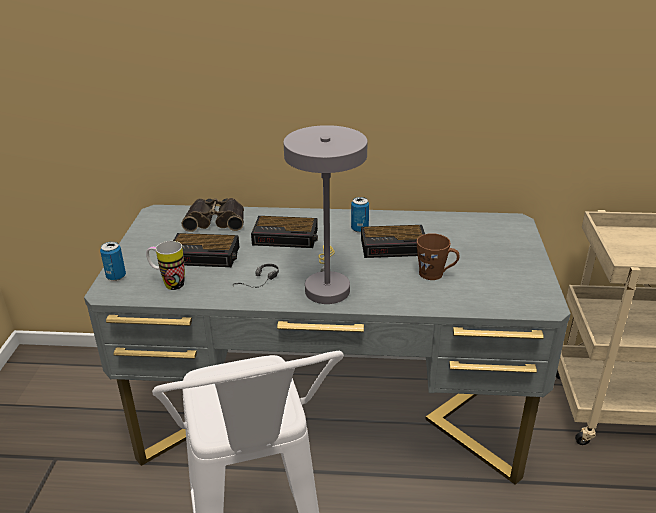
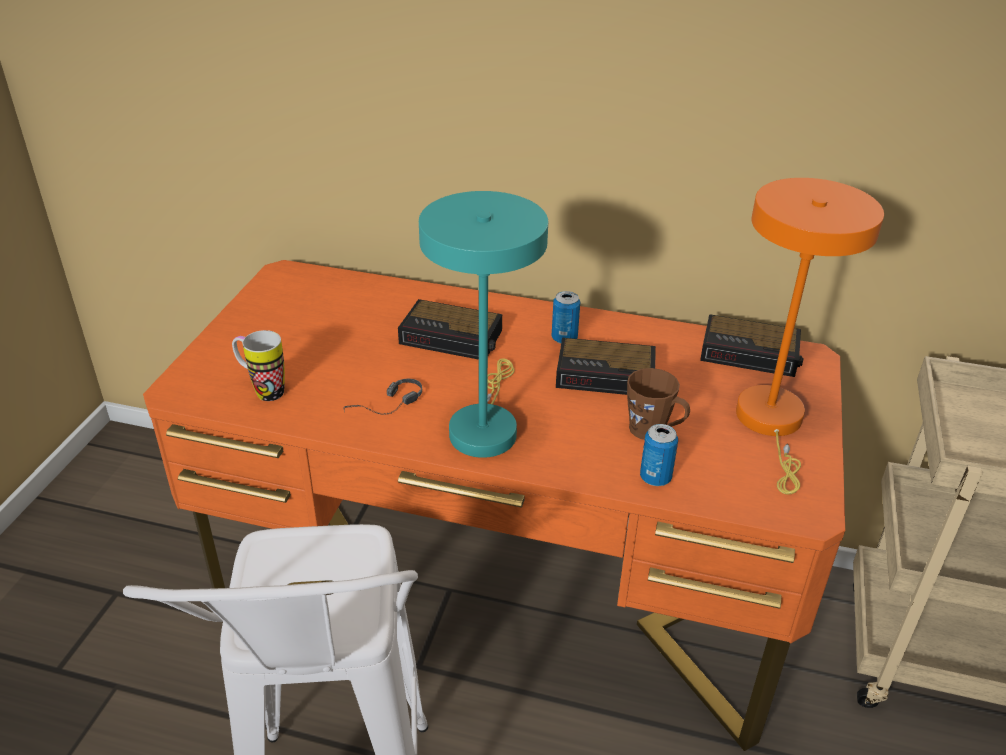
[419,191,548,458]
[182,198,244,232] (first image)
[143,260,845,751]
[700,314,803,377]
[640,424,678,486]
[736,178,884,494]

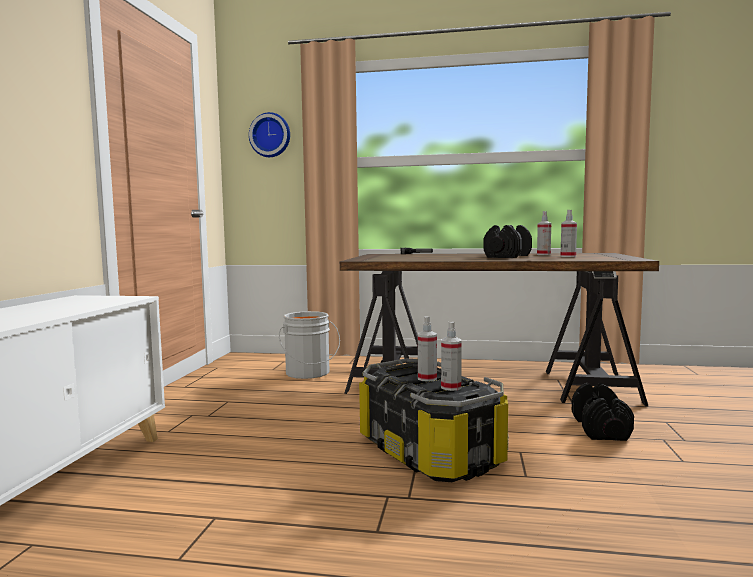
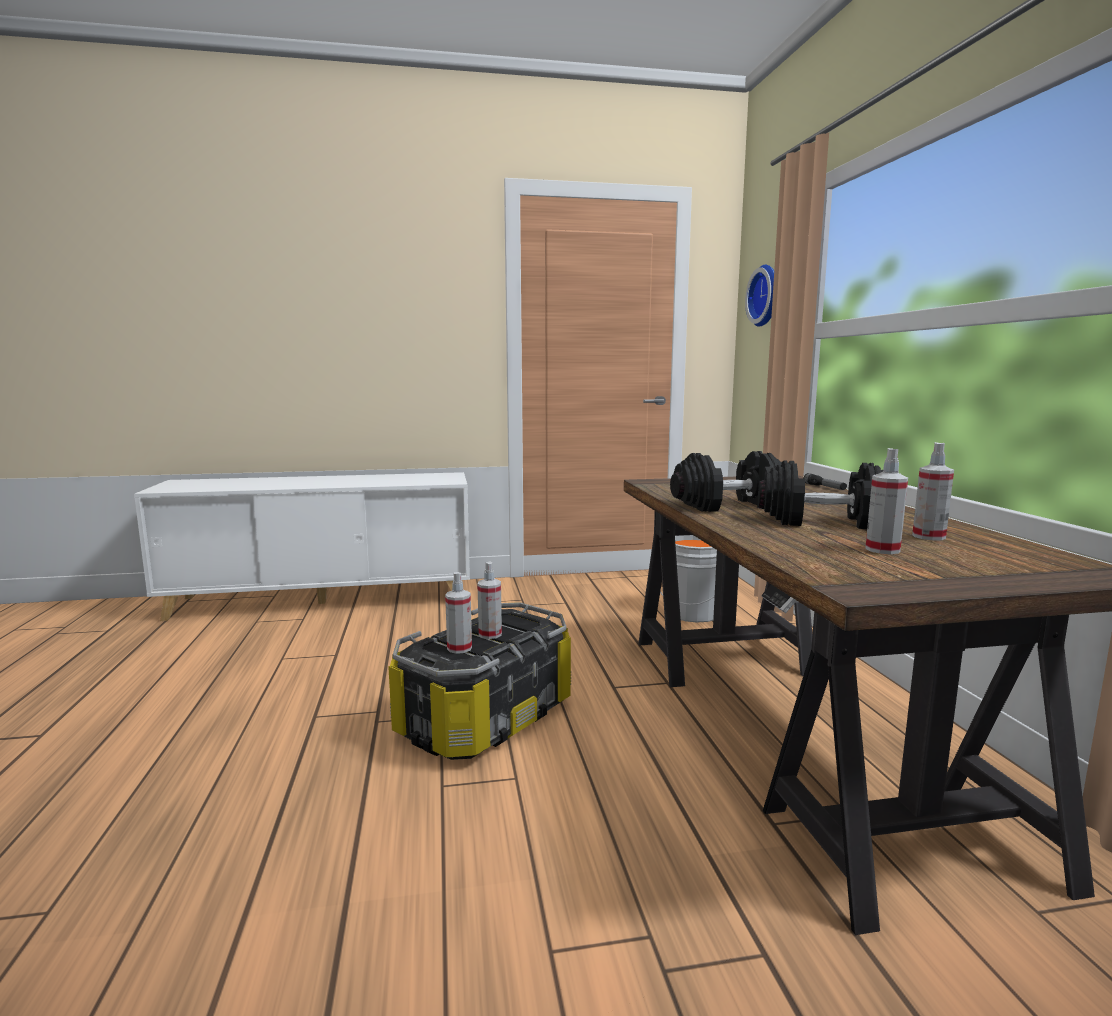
[670,451,782,512]

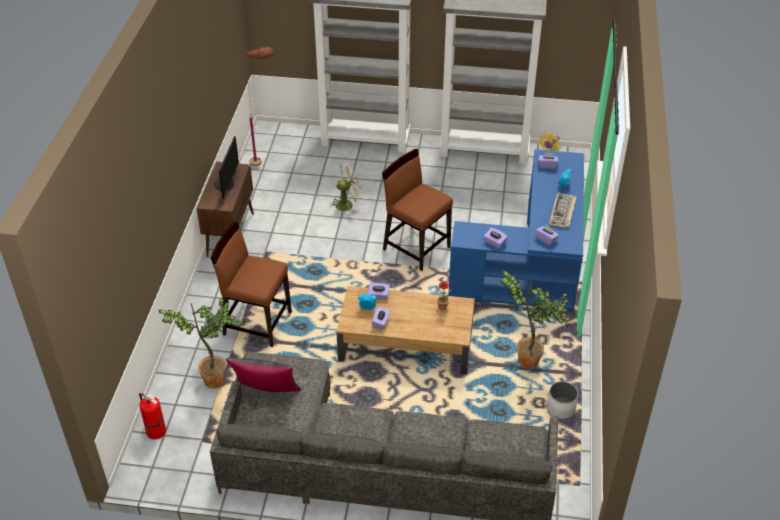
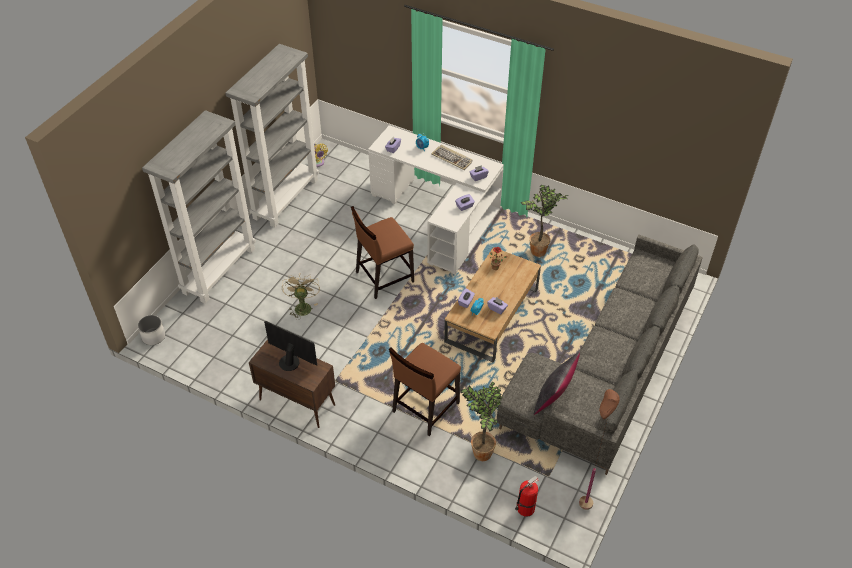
[579,389,620,510]
[368,125,504,274]
[138,315,165,345]

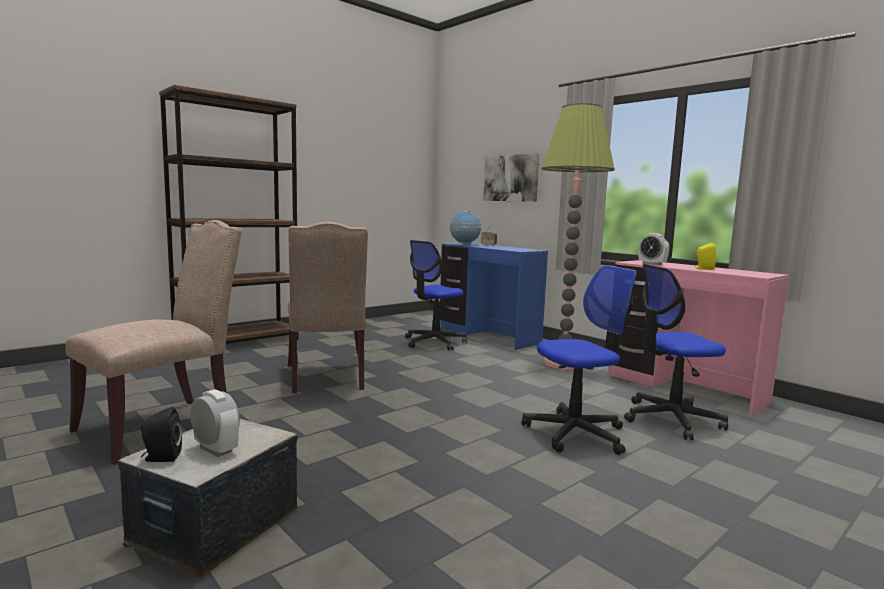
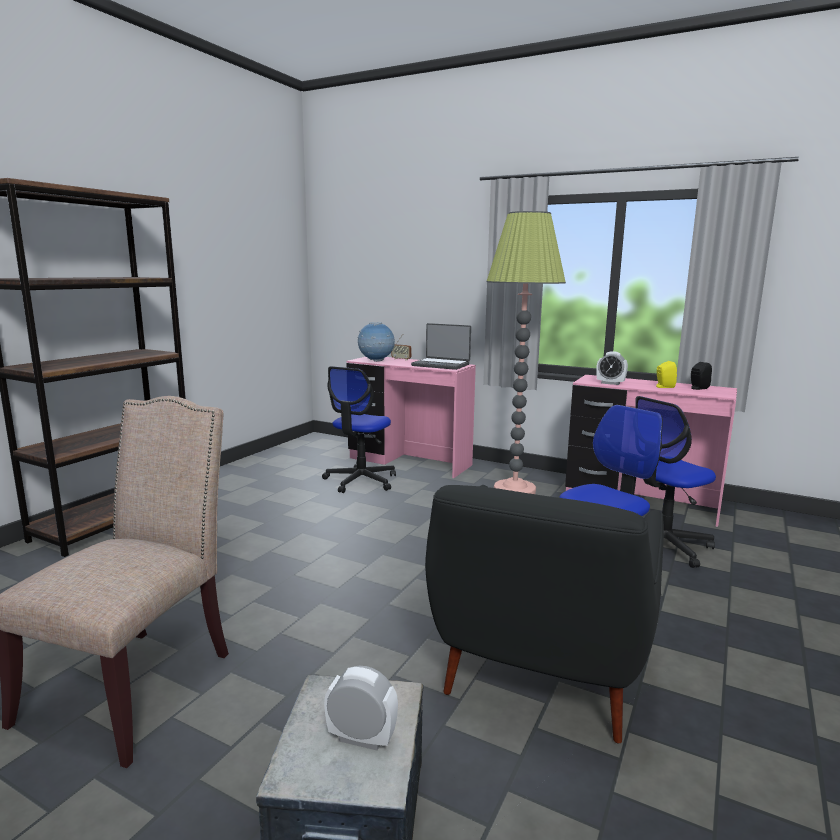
[483,153,540,202] (first image)
[288,222,368,393] (first image)
[346,357,476,478]
[691,362,712,390]
[411,323,471,370]
[425,485,664,743]

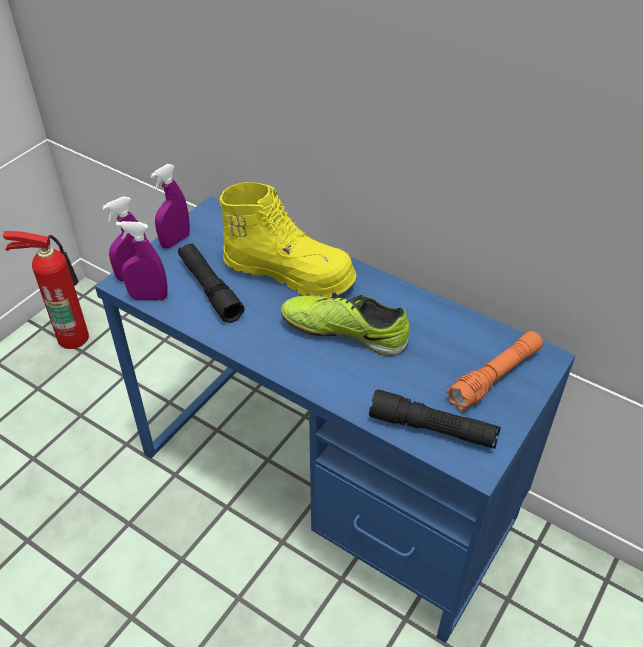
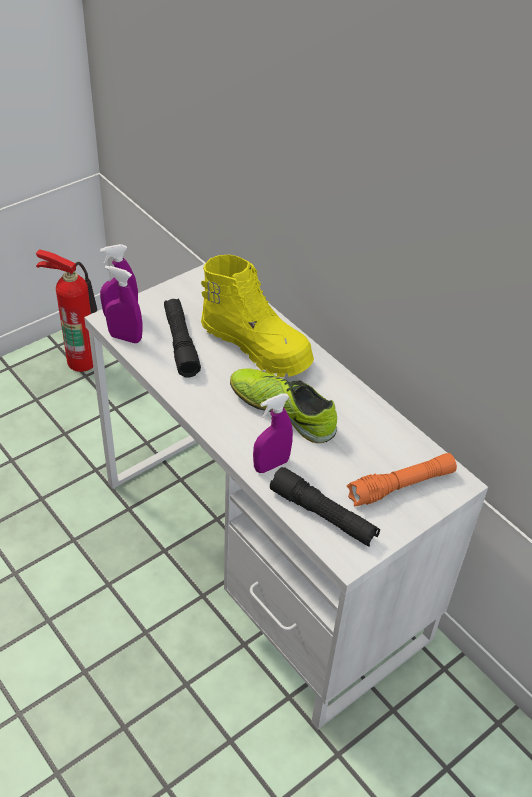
[253,393,293,473]
[84,264,488,729]

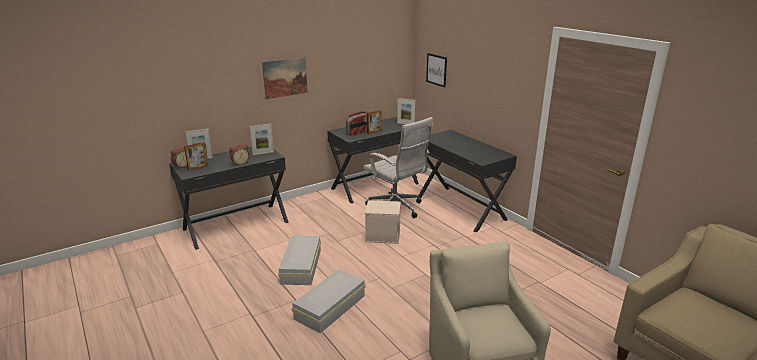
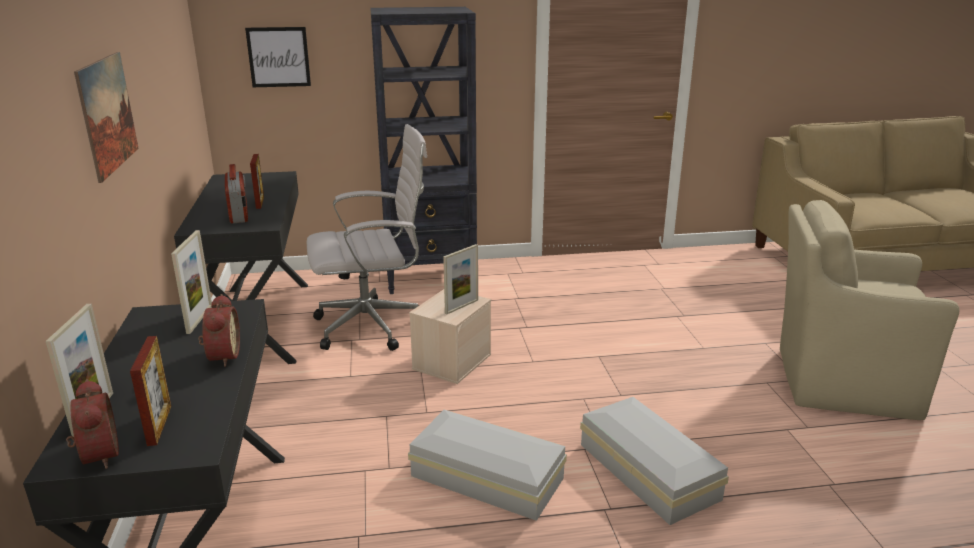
[443,244,478,314]
[370,7,477,294]

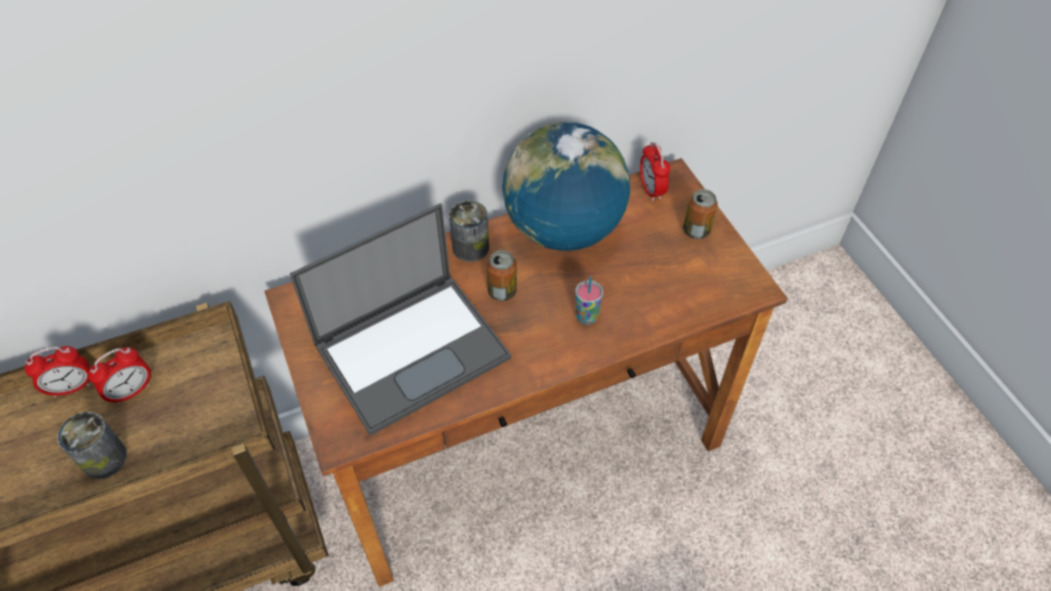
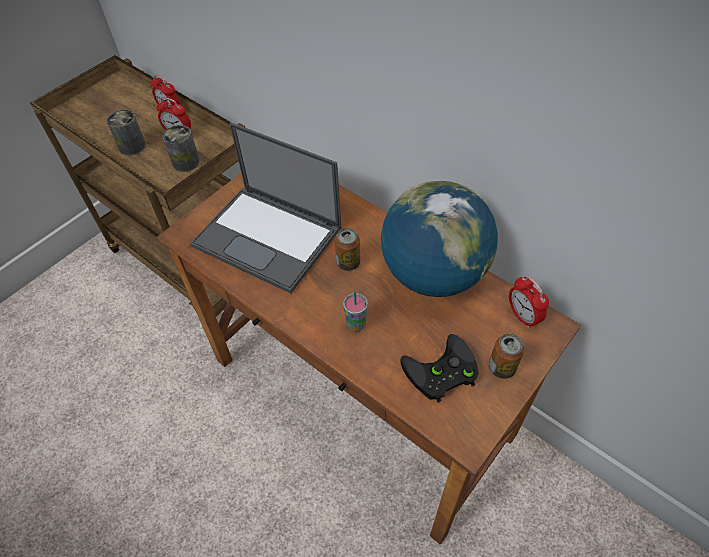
[509,276,549,328]
[163,125,200,172]
[400,334,479,403]

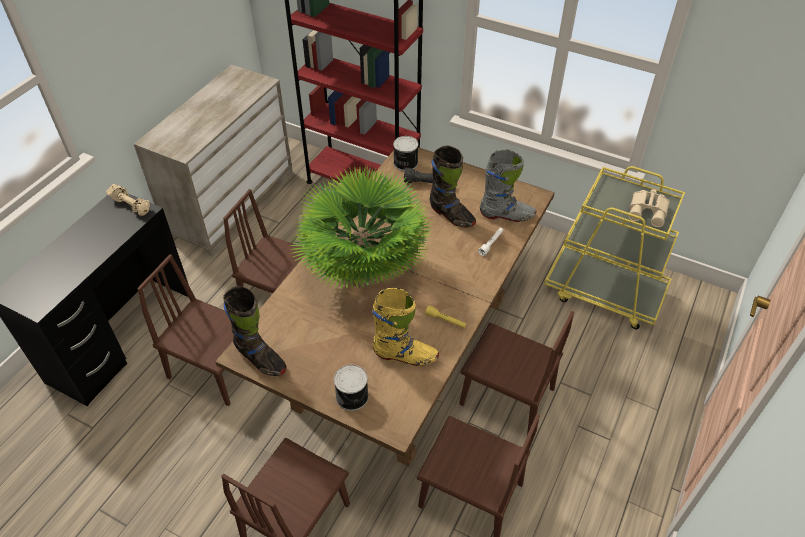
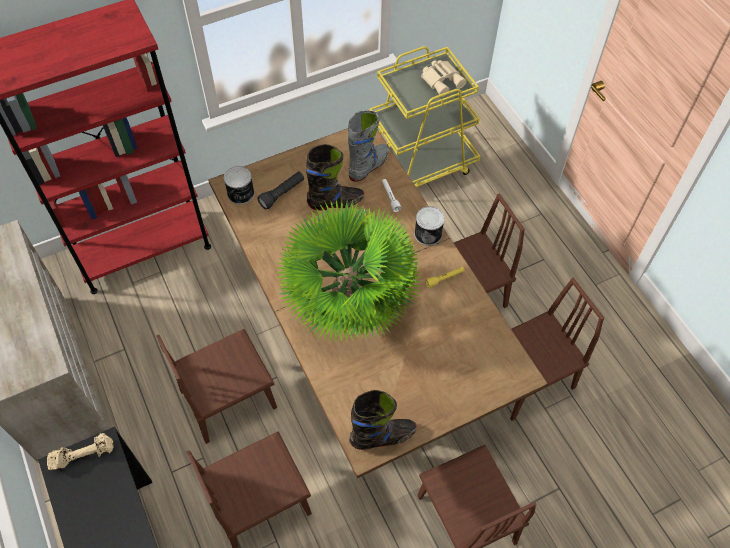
[372,288,439,366] (first image)
[414,206,445,246]

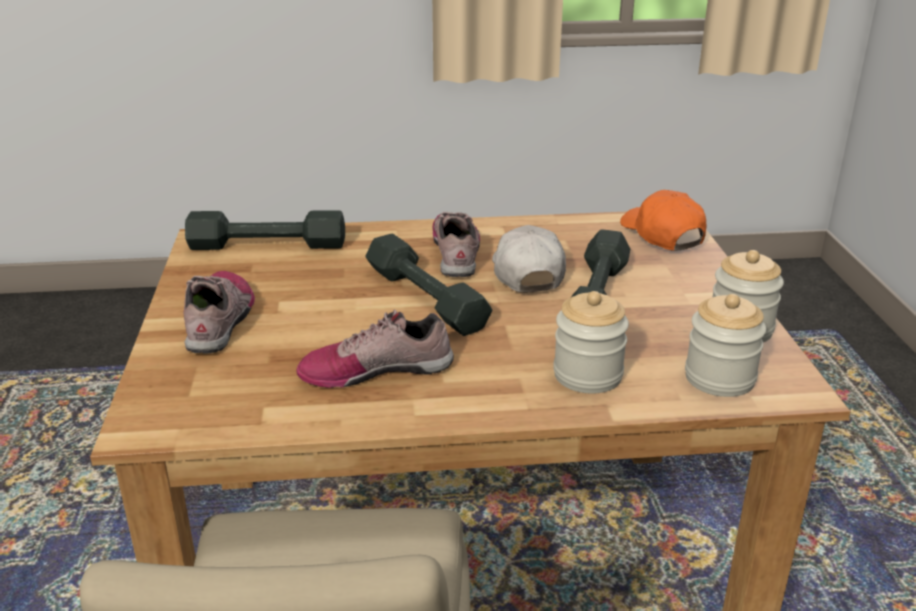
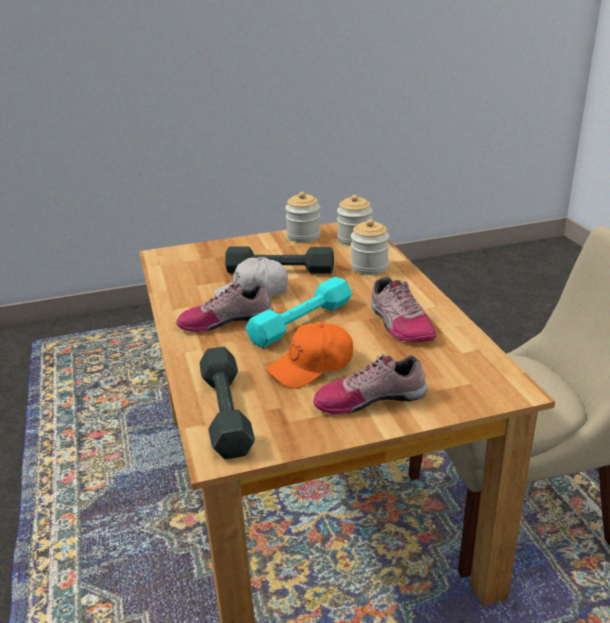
[267,322,353,389]
[245,277,352,348]

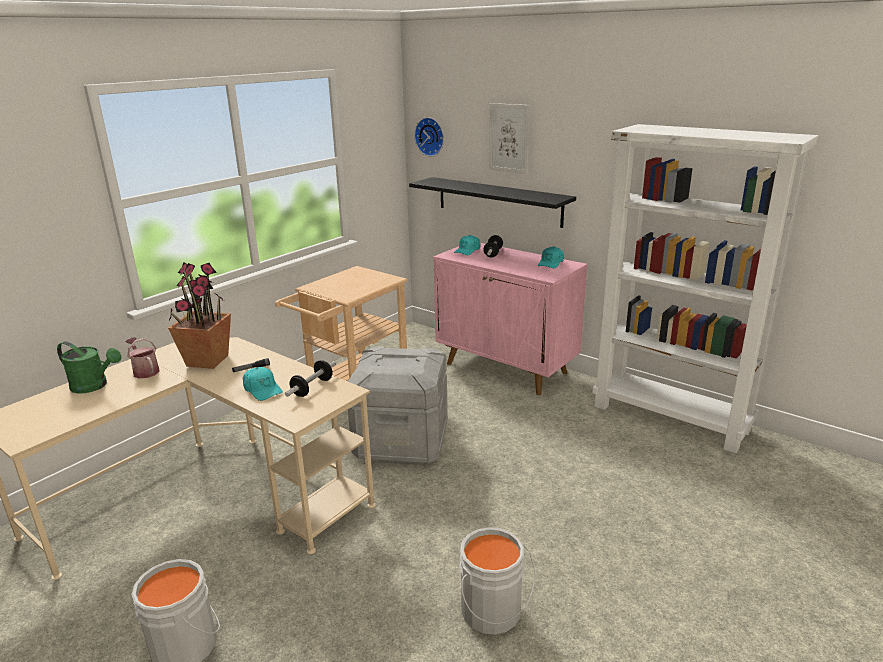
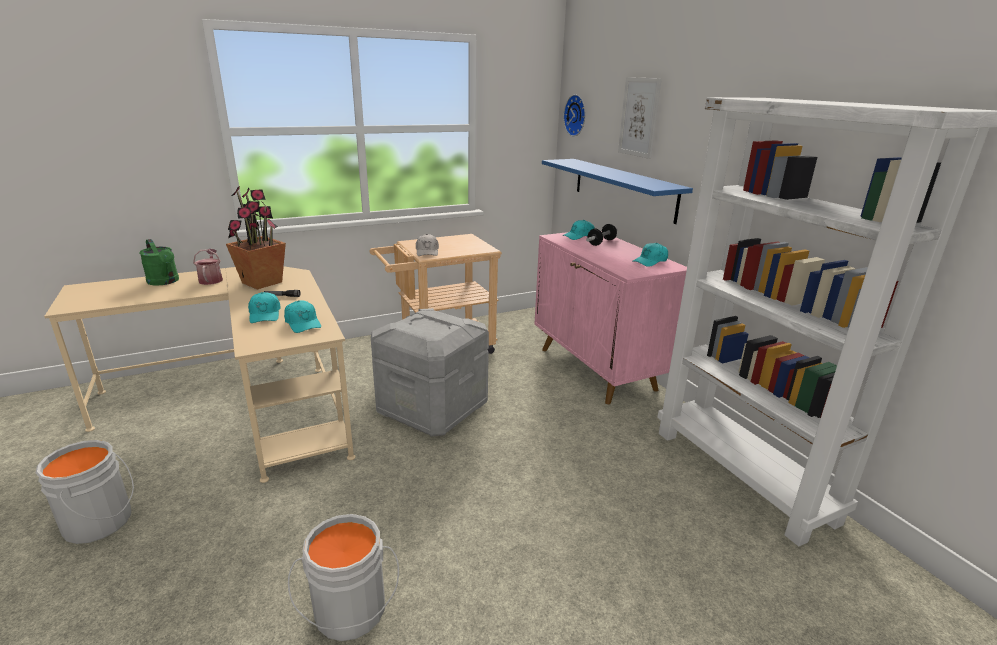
[542,159,693,224]
[284,300,321,333]
[416,234,439,256]

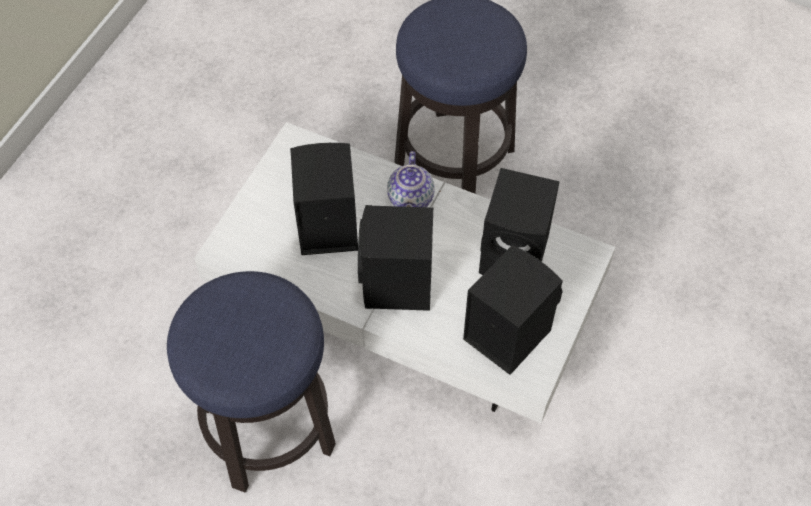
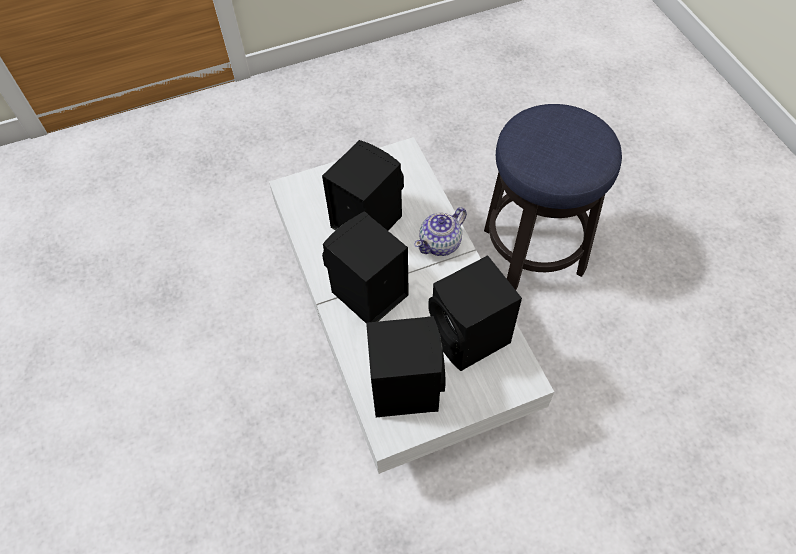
[167,271,336,493] (first image)

